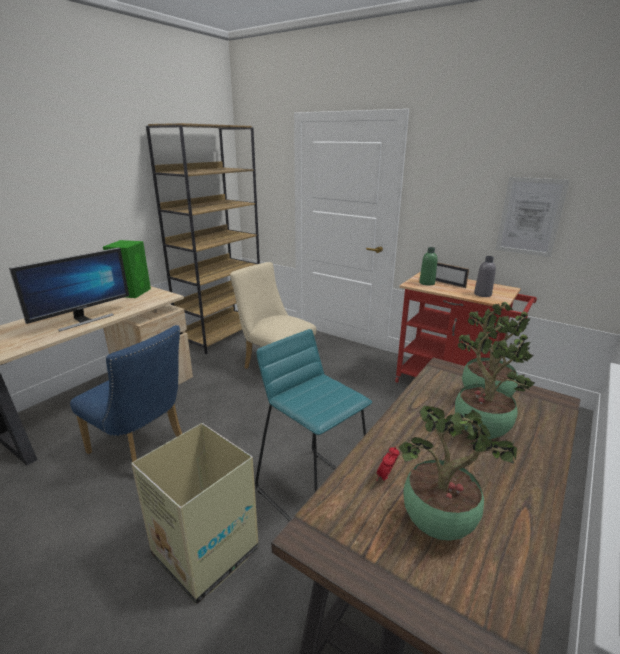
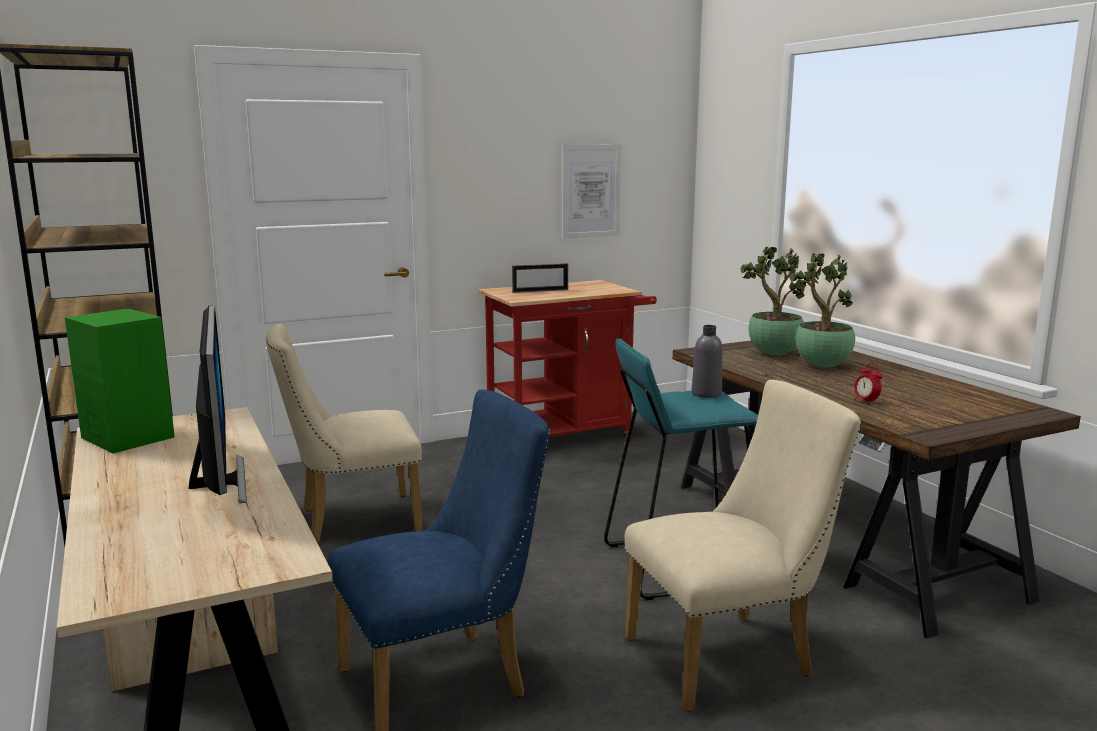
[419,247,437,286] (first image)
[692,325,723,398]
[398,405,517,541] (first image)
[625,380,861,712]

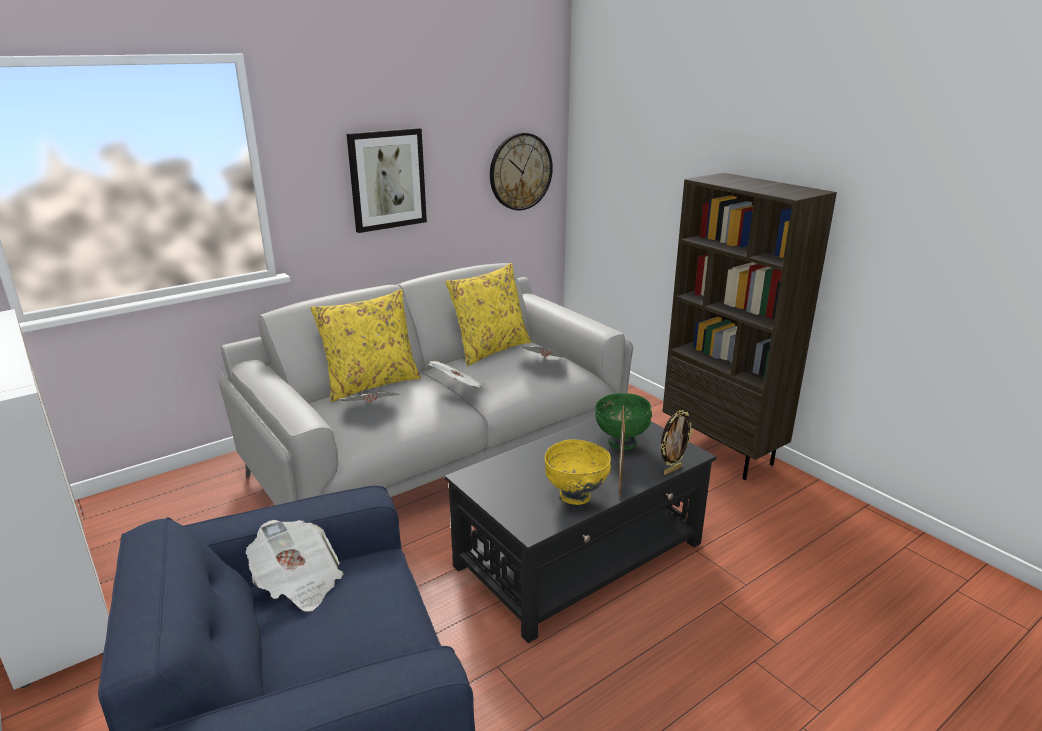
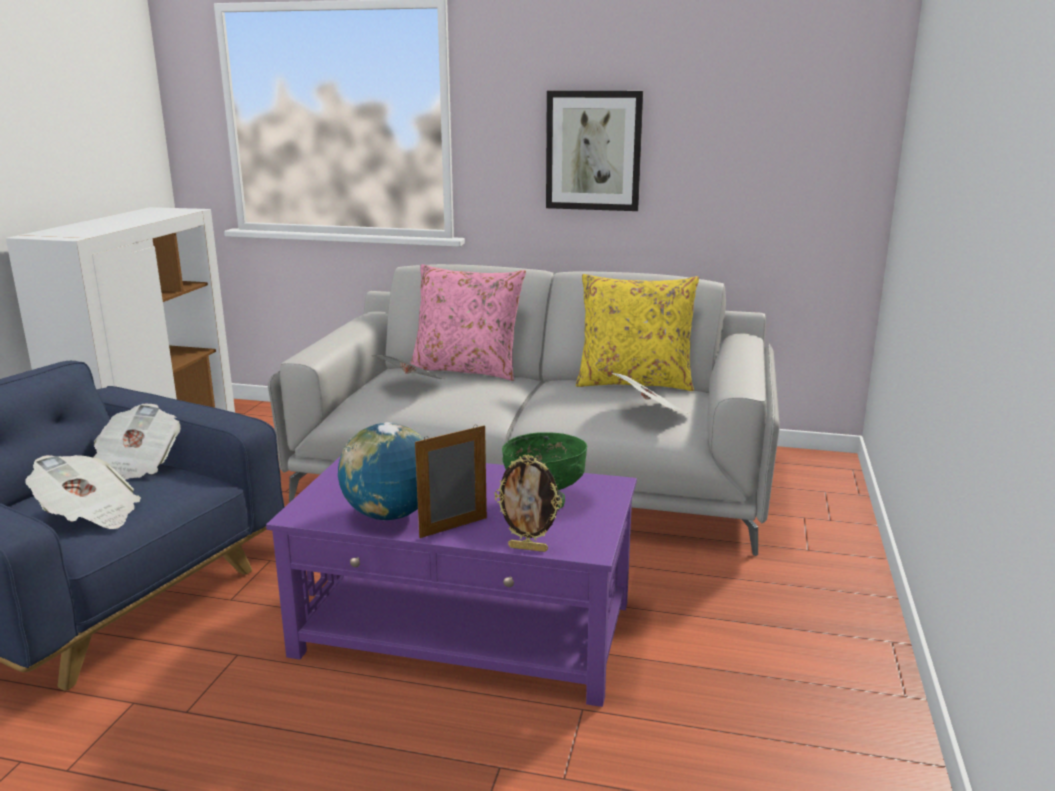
[490,133,553,211] (first image)
[662,173,837,480] (first image)
[410,264,526,381]
[25,455,141,529]
[266,457,637,707]
[338,422,424,521]

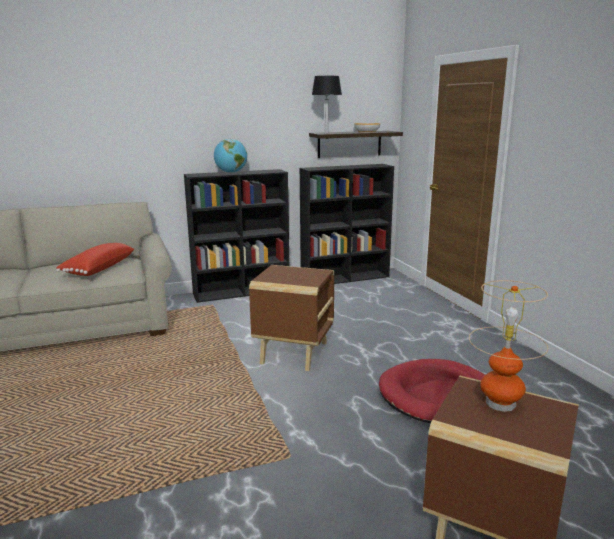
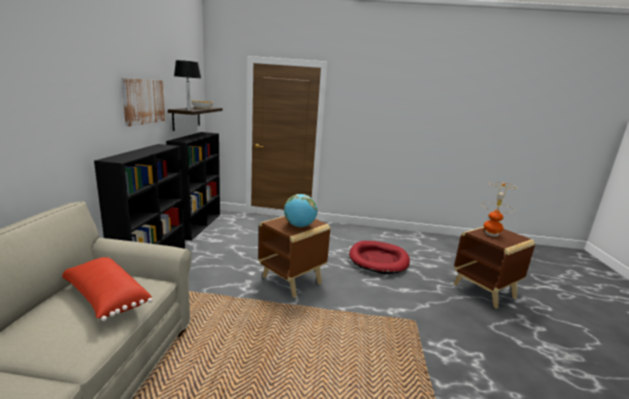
[284,194,317,227]
[121,78,166,126]

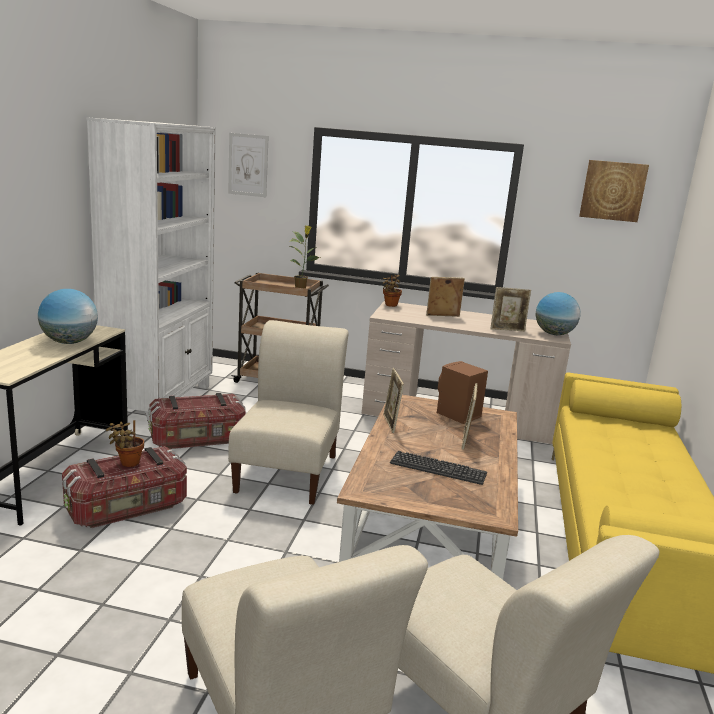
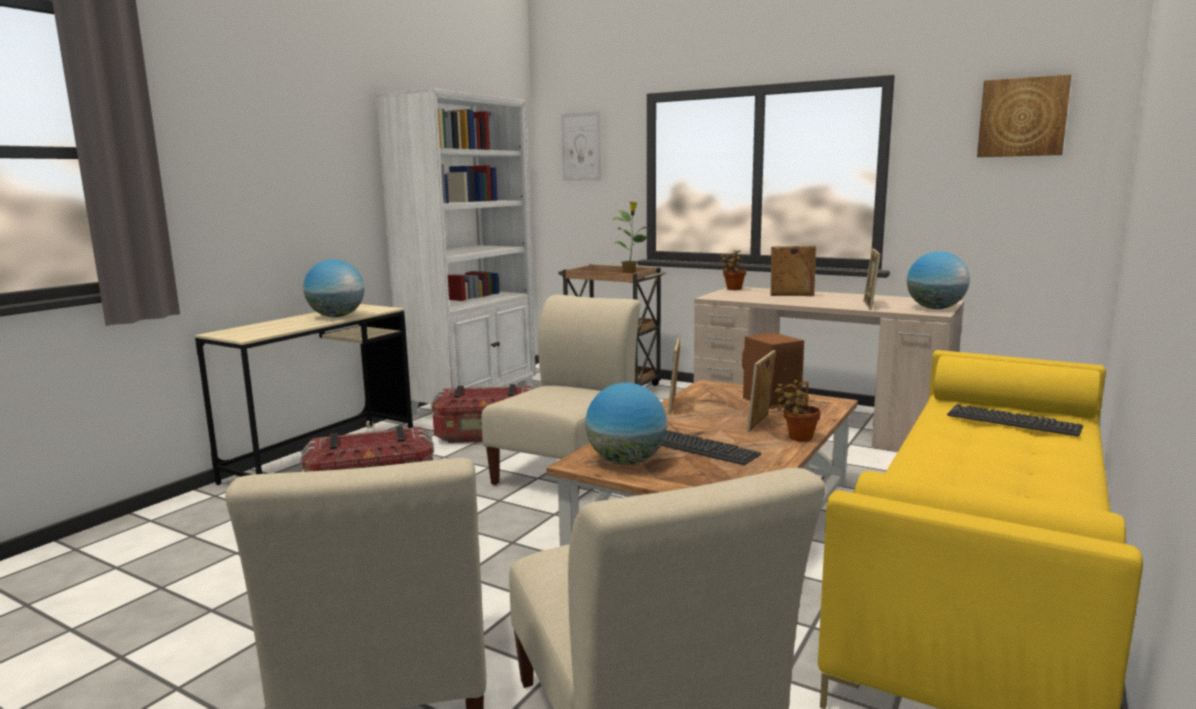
[863,248,881,310]
[774,380,821,442]
[585,383,667,465]
[947,404,1083,437]

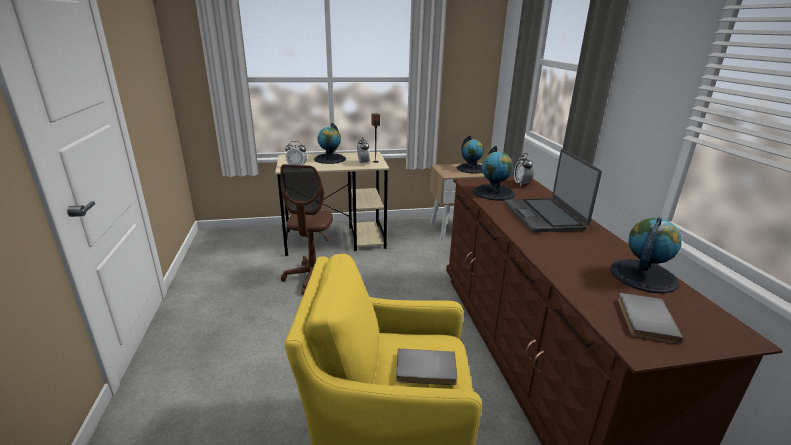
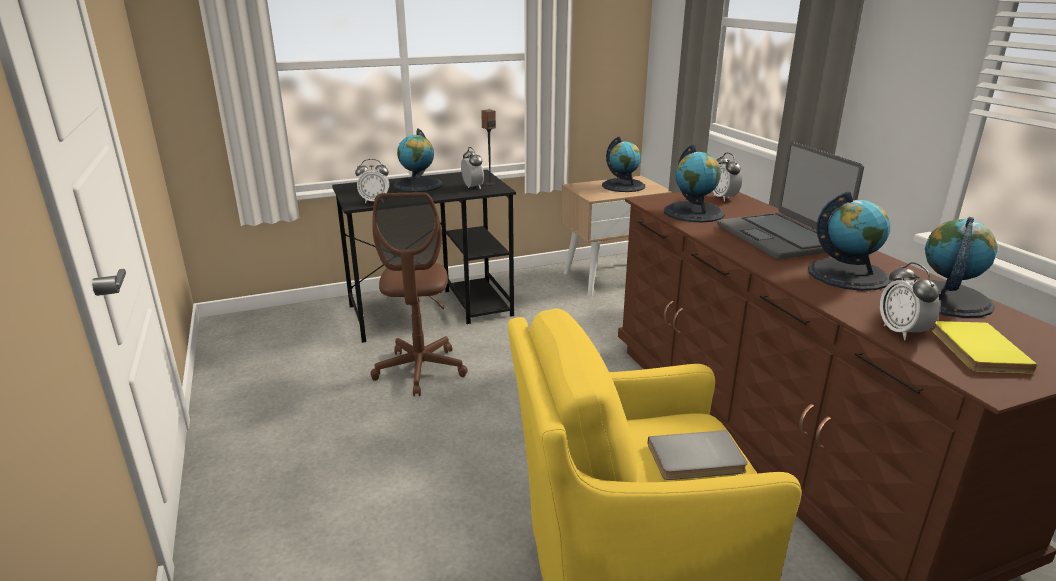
[332,170,516,343]
[932,321,1037,373]
[808,192,891,291]
[880,262,940,340]

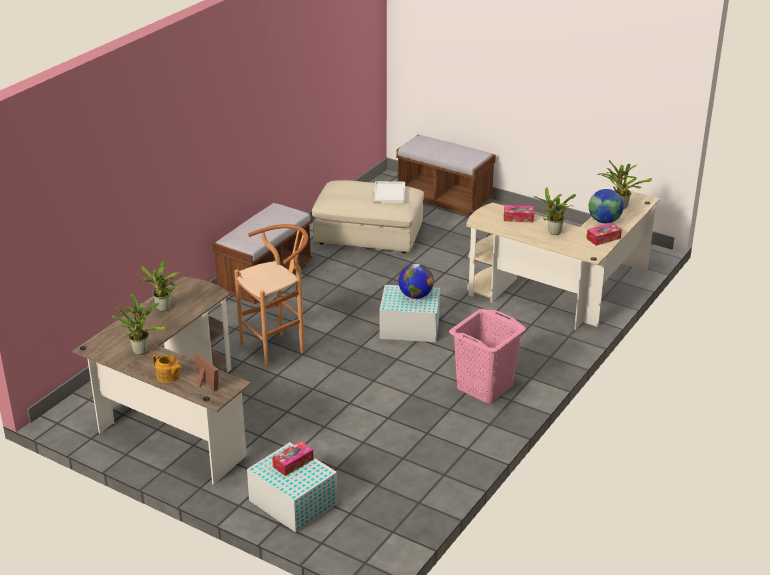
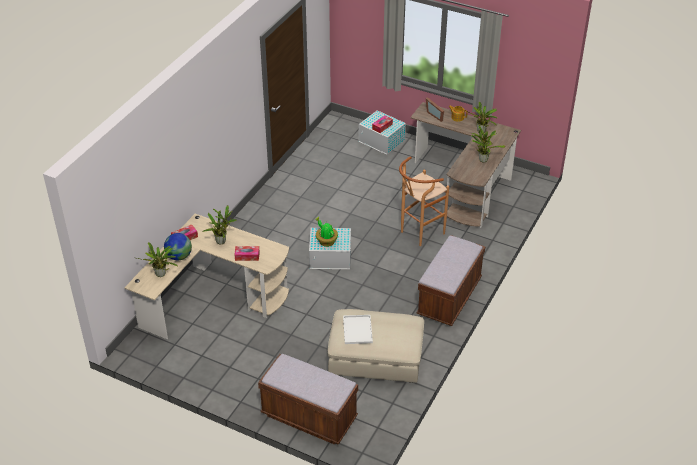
[316,217,338,247]
[449,309,526,403] (first image)

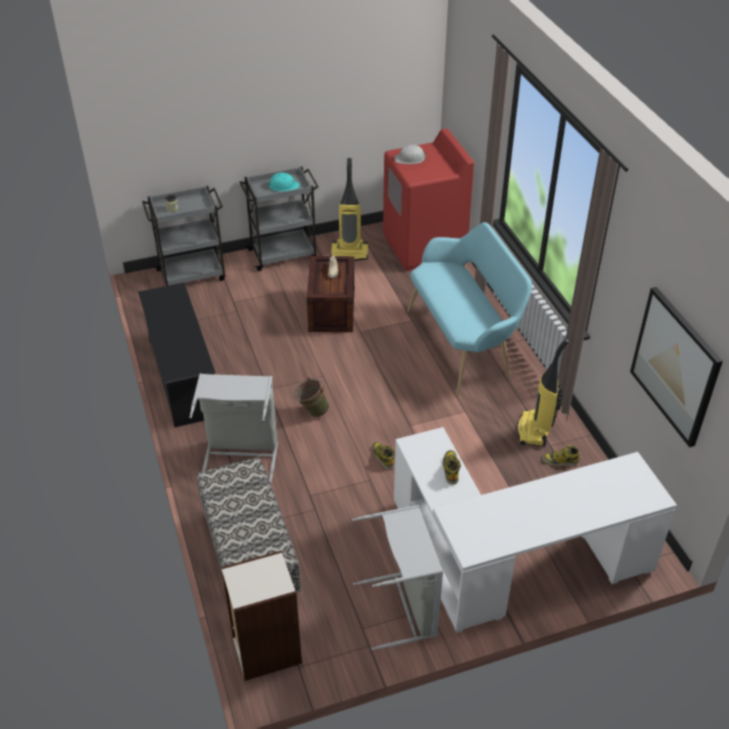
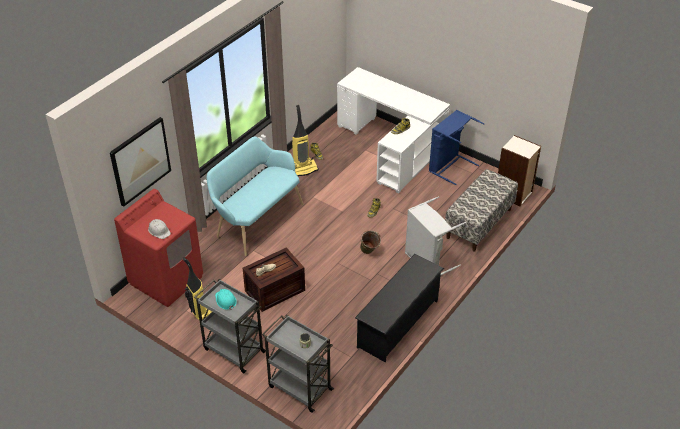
[110,117,171,207]
[429,110,484,185]

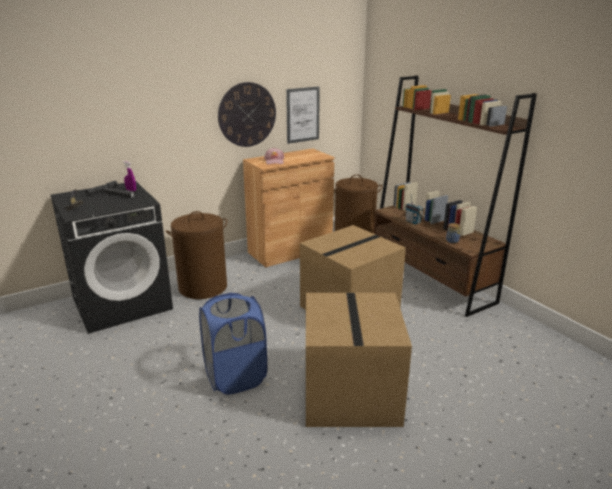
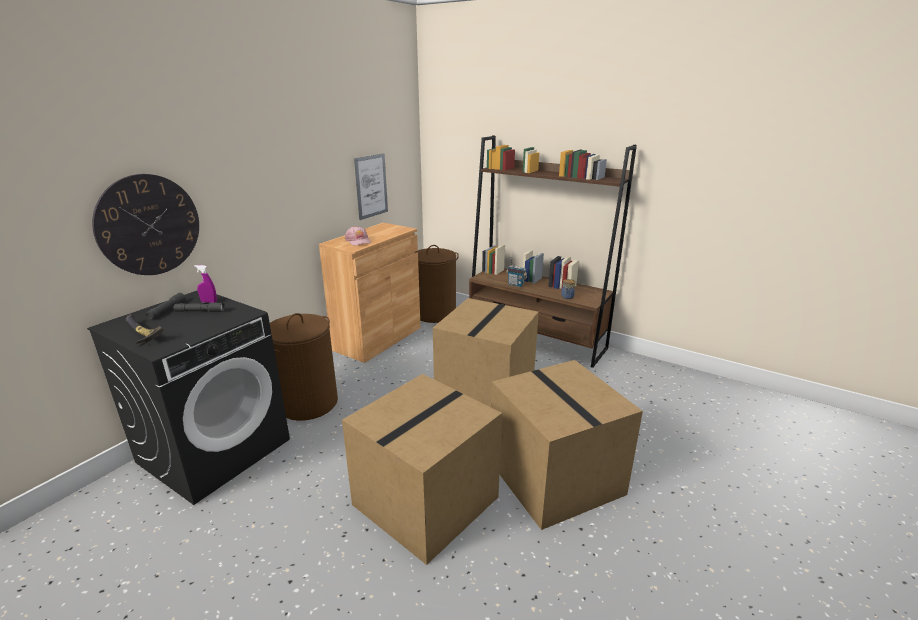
[92,174,199,275]
[342,374,502,565]

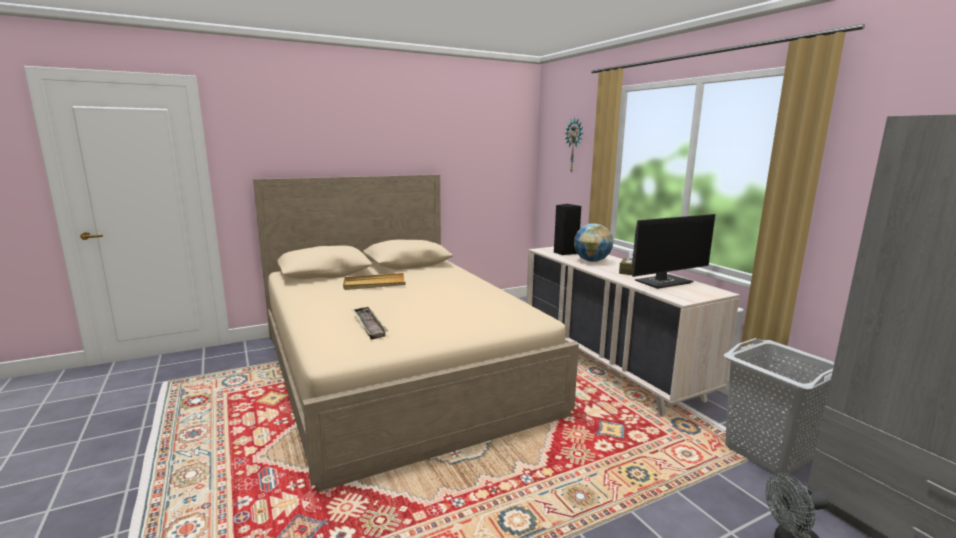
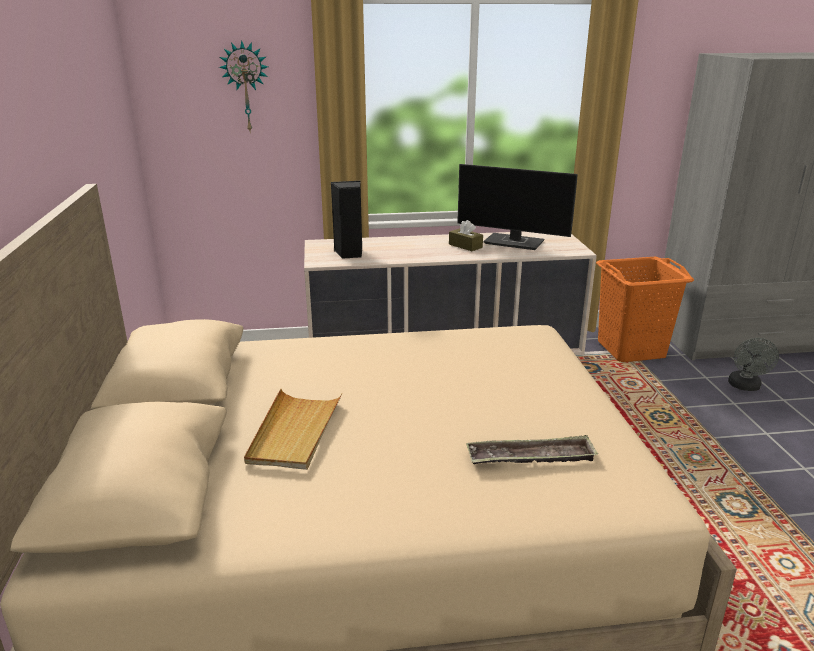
[457,164,578,250]
[574,223,613,262] (first image)
[596,256,694,362]

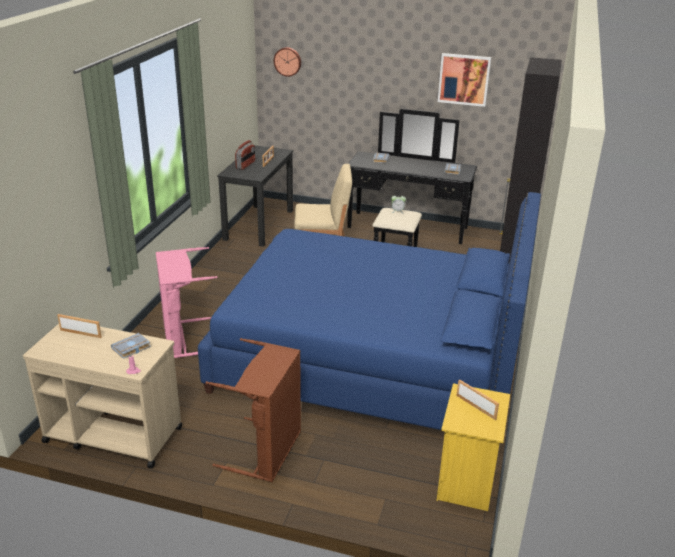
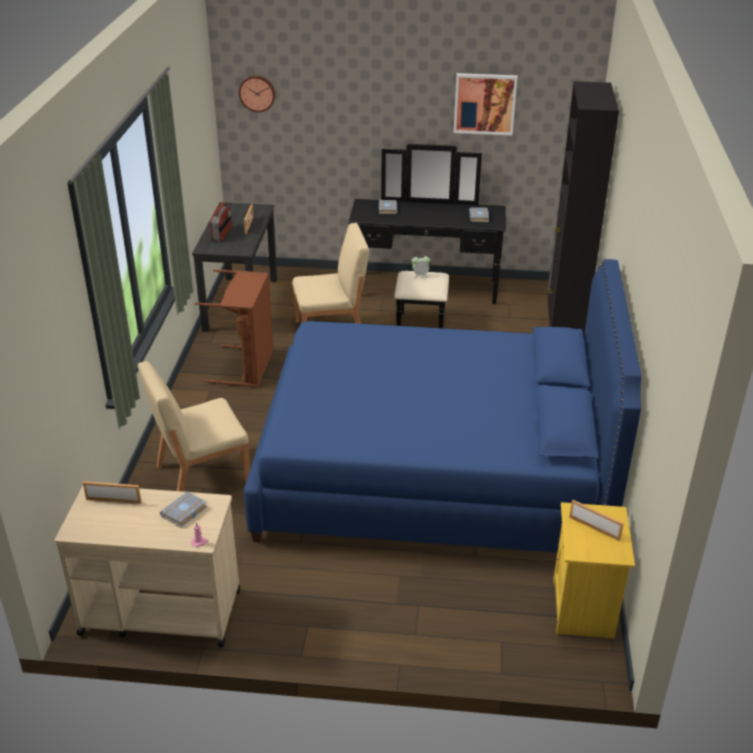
[138,361,250,492]
[194,269,273,387]

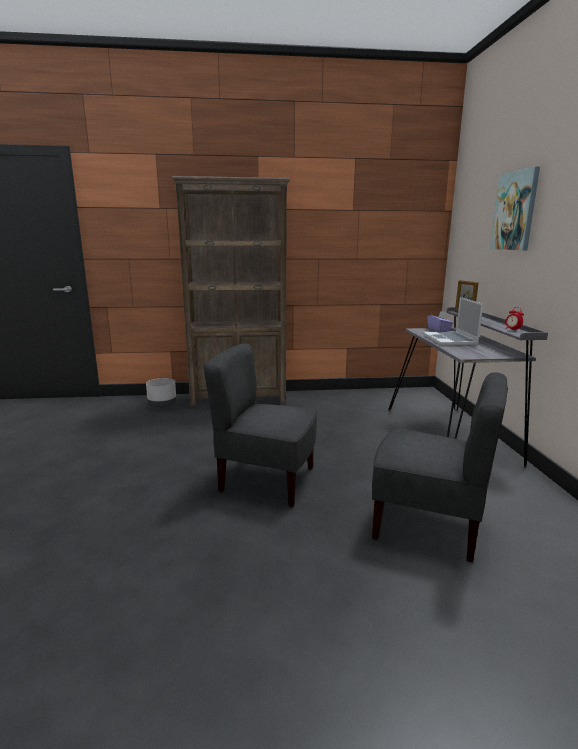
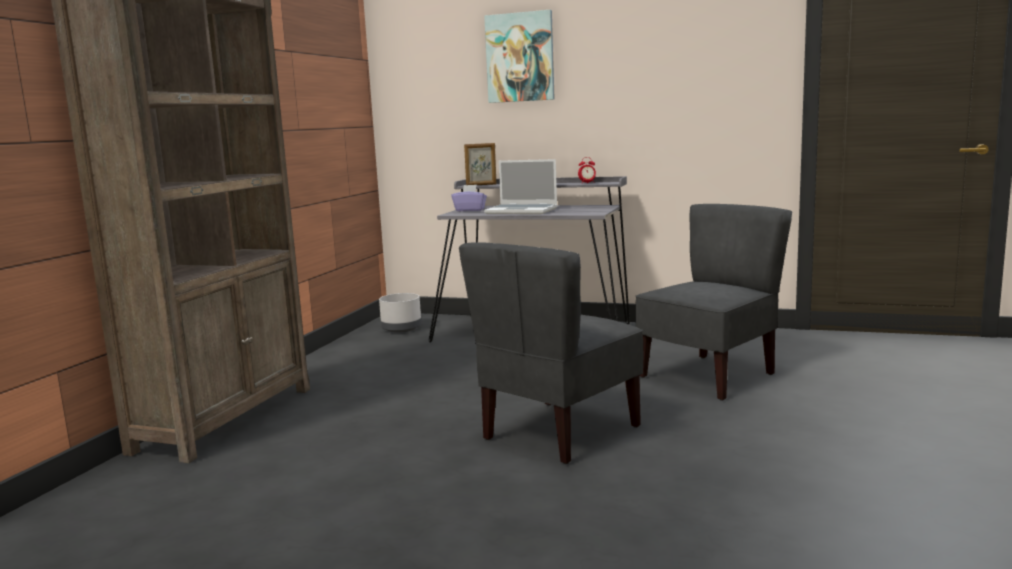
[379,293,421,333]

